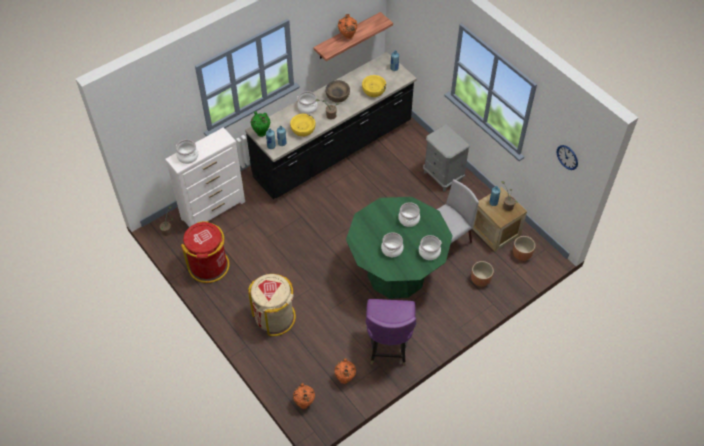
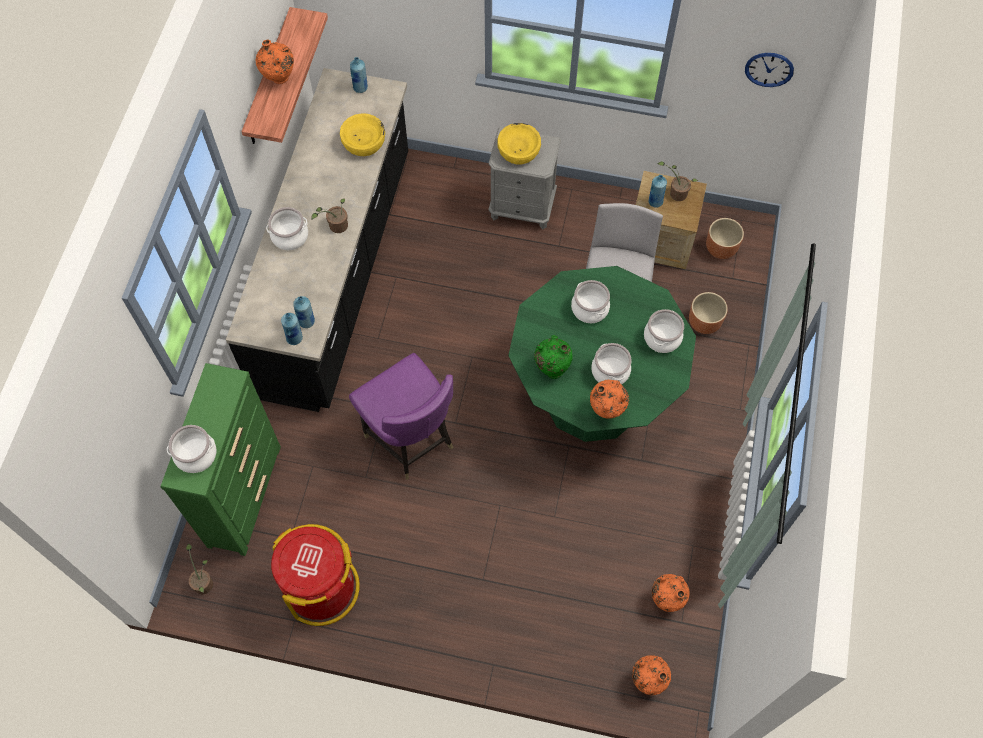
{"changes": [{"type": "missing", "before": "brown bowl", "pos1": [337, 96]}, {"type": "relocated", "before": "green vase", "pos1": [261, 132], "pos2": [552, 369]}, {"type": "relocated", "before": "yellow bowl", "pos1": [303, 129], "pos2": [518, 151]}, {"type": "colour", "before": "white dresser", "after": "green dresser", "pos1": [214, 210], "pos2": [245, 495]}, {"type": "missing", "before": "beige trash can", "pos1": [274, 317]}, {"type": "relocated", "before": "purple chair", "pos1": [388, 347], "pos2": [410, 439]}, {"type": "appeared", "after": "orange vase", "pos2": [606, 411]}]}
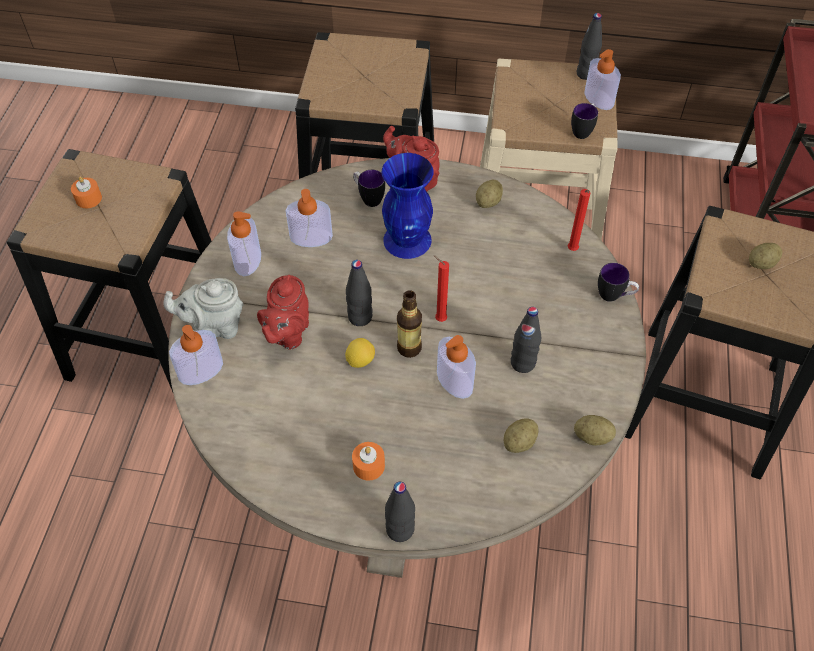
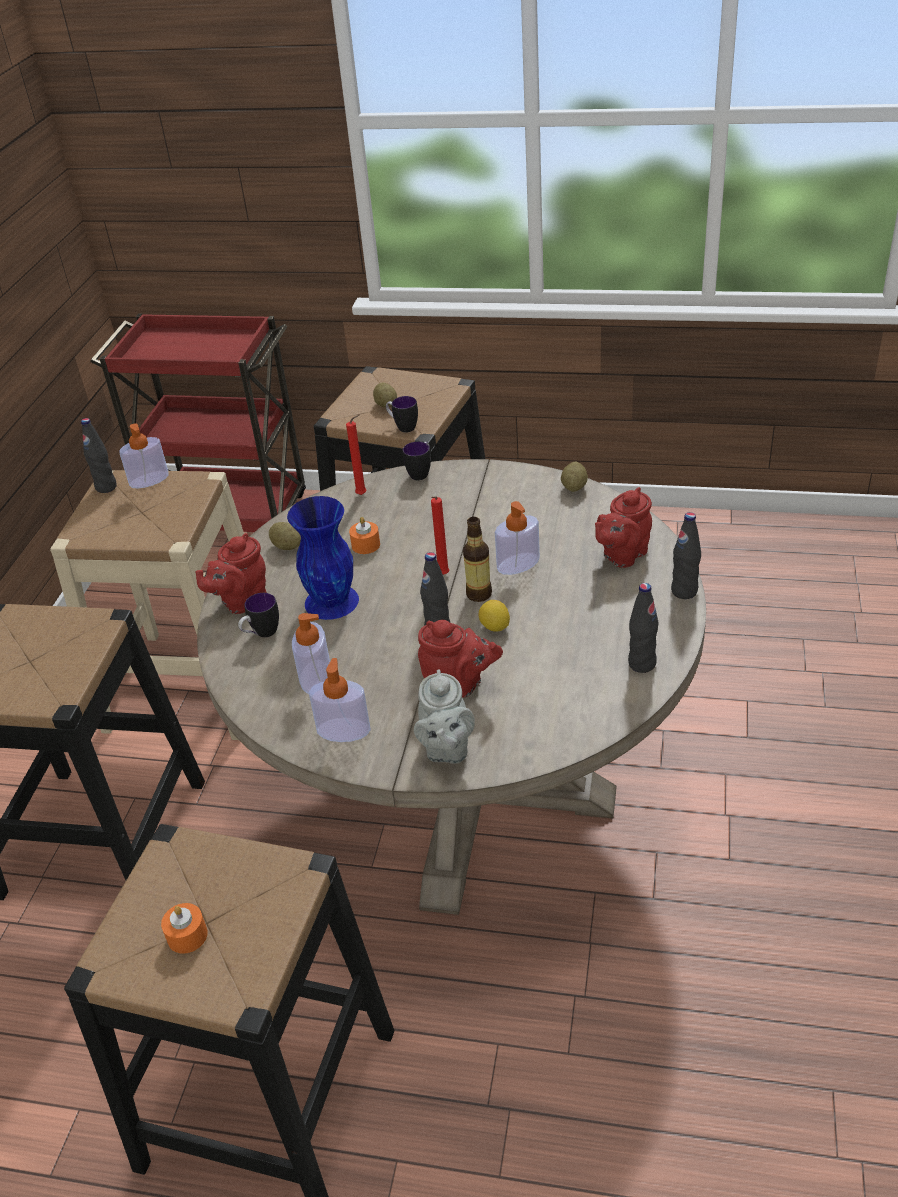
{"changes": [{"type": "relocated", "before": "mug", "pos1": [583, 130], "pos2": [402, 427]}, {"type": "relocated", "before": "black bottle", "pos1": [522, 363], "pos2": [642, 664]}, {"type": "missing", "before": "soap dispenser", "pos1": [201, 370]}, {"type": "missing", "before": "potato", "pos1": [519, 442]}, {"type": "relocated", "before": "orange candle", "pos1": [368, 466], "pos2": [366, 545]}, {"type": "appeared", "after": "red teapot", "pos2": [622, 555]}]}
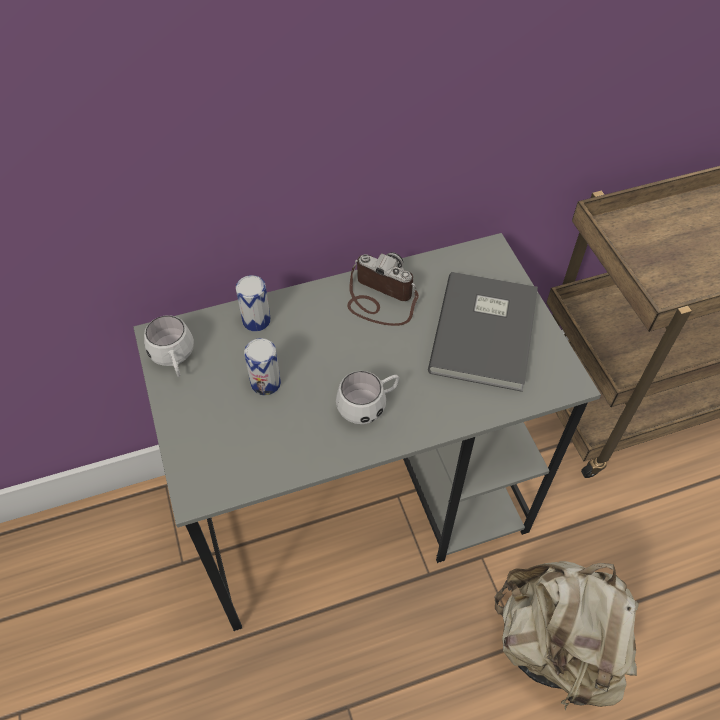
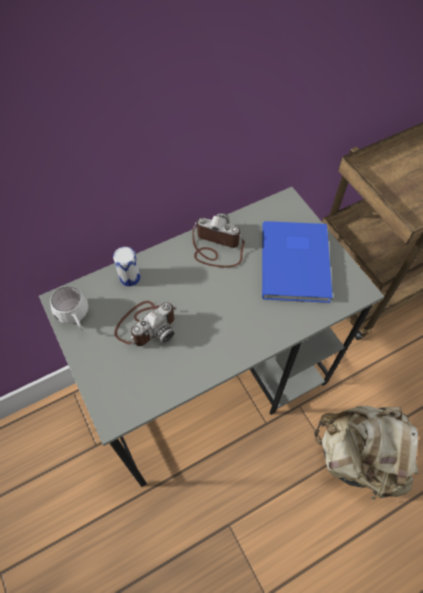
{"changes": [{"type": "colour", "before": "grey book", "after": "blue book", "pos1": [487, 332], "pos2": [297, 261]}, {"type": "exchanged", "before": "can", "after": "photo camera", "pos1": [265, 383], "pos2": [146, 324]}, {"type": "missing", "before": "white mug", "pos1": [369, 406]}]}
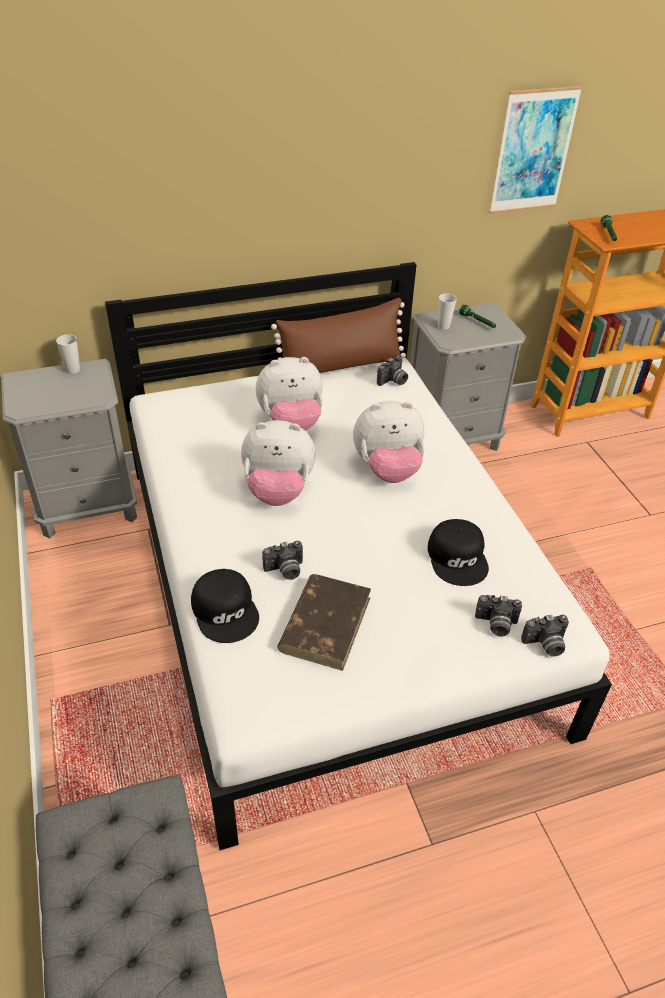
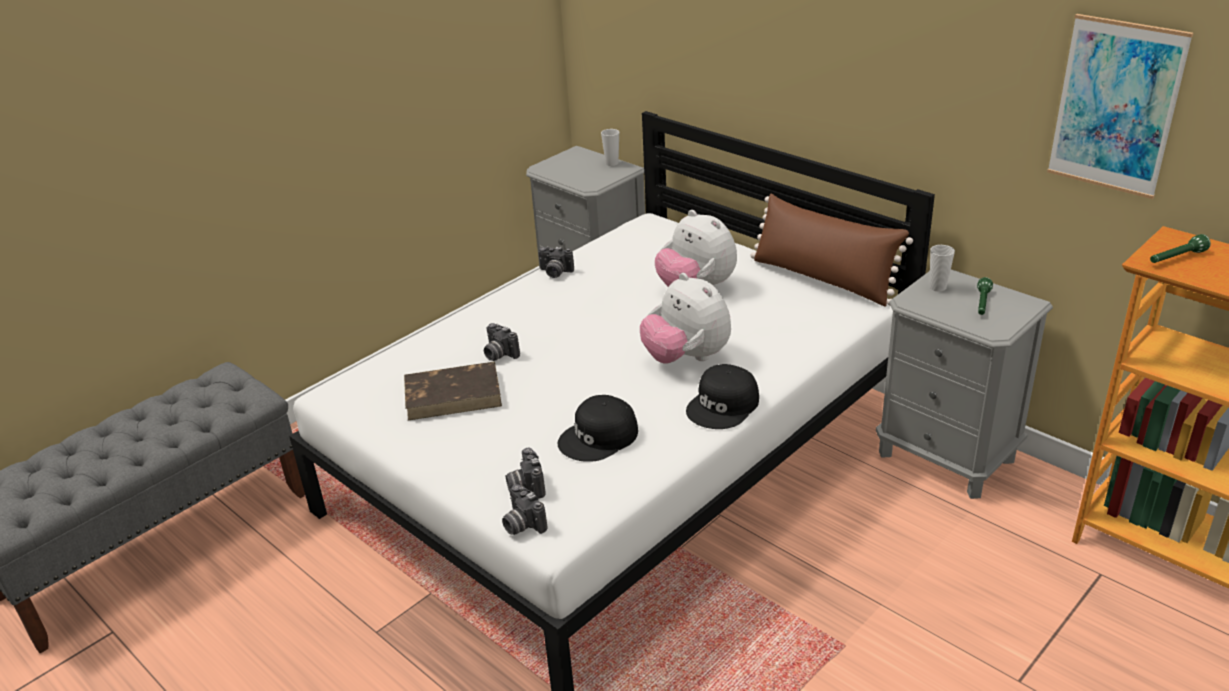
{"changes": [{"type": "relocated", "before": "photo camera", "pos1": [393, 381], "pos2": [555, 273]}, {"type": "missing", "before": "plush toy", "pos1": [278, 491]}, {"type": "relocated", "before": "black cap", "pos1": [226, 610], "pos2": [724, 406]}]}
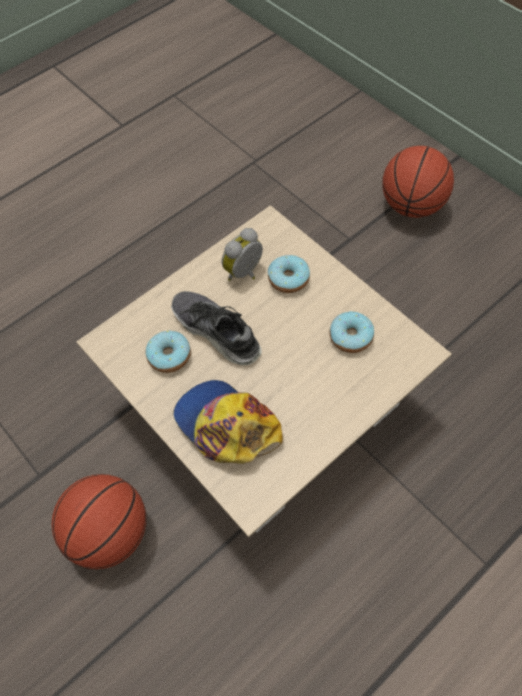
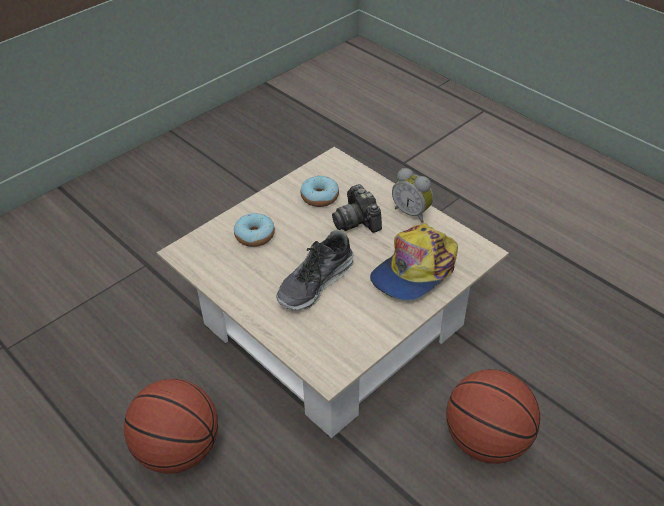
{"changes": [{"type": "relocated", "before": "basketball", "pos1": [412, 205], "pos2": [178, 450]}, {"type": "relocated", "before": "alarm clock", "pos1": [245, 273], "pos2": [412, 212]}, {"type": "missing", "before": "donut", "pos1": [169, 356]}, {"type": "appeared", "after": "photo camera", "pos2": [357, 220]}]}
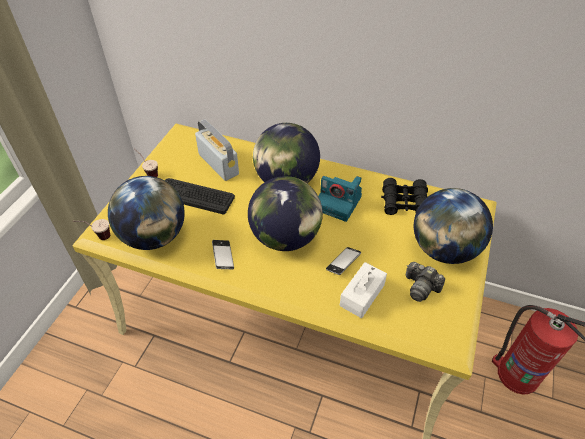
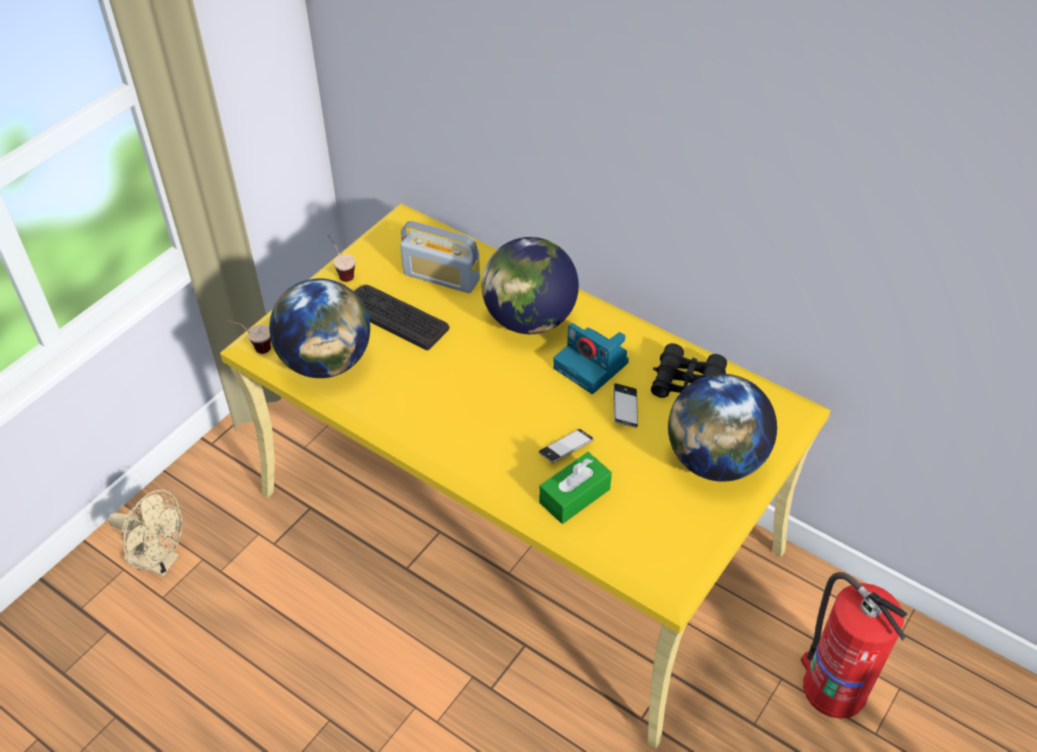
{"changes": [{"type": "spun", "before": "radio", "pos1": [218, 164], "pos2": [441, 277], "turn": 135}, {"type": "missing", "before": "globe", "pos1": [286, 237]}, {"type": "relocated", "before": "phone", "pos1": [223, 256], "pos2": [625, 408]}, {"type": "colour", "before": "white tissue box", "after": "green tissue box", "pos1": [362, 295], "pos2": [574, 496]}, {"type": "missing", "before": "photo camera", "pos1": [421, 287]}, {"type": "appeared", "after": "beige fan", "pos2": [159, 561]}]}
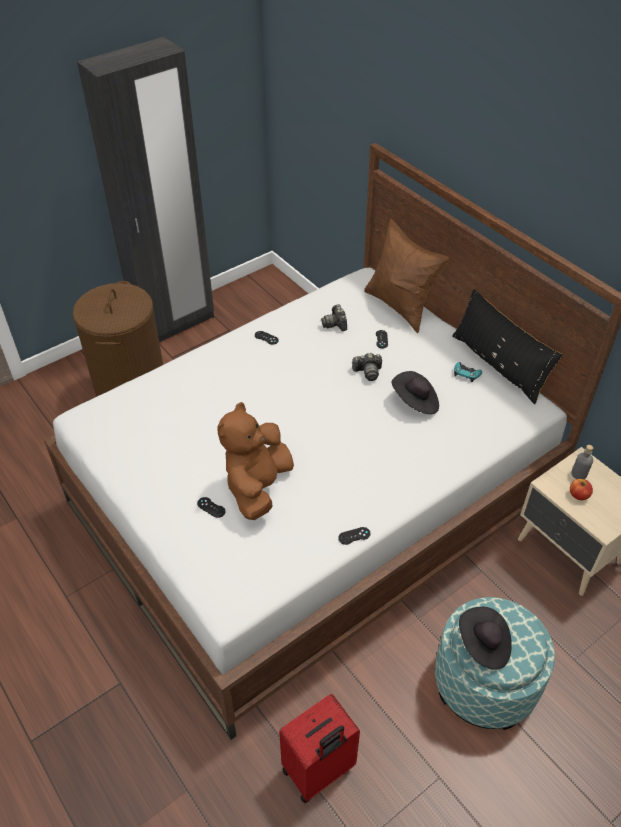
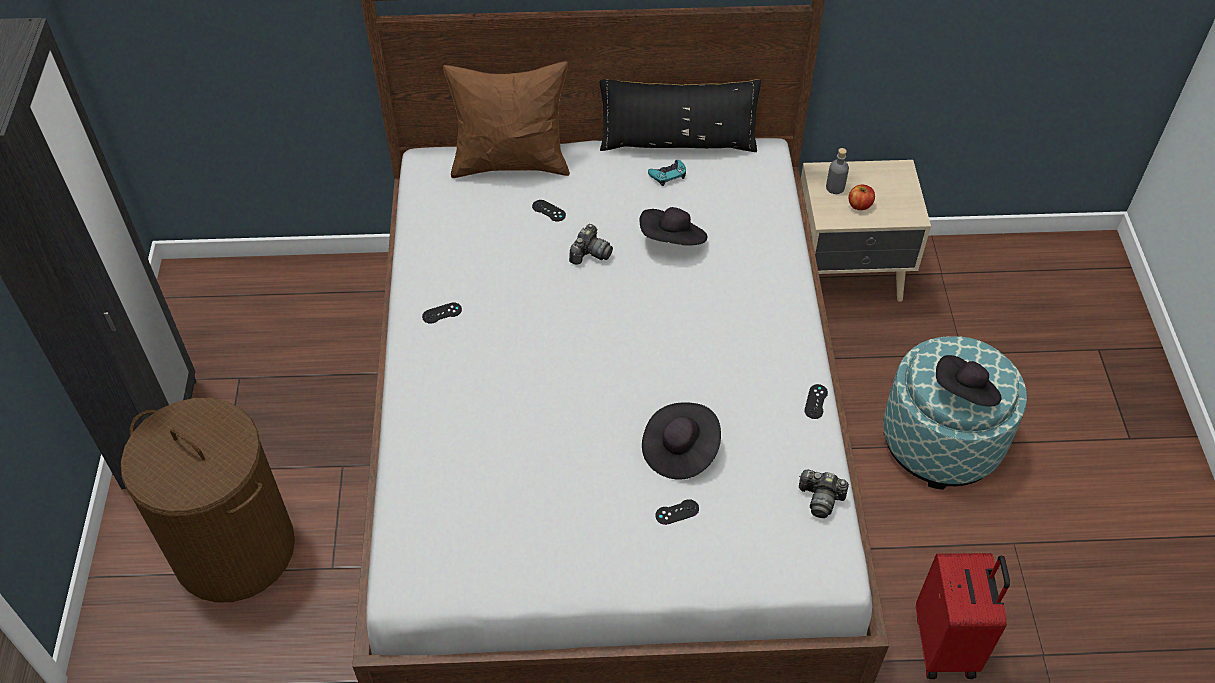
{"changes": [{"type": "relocated", "before": "photo camera", "pos1": [335, 324], "pos2": [820, 499]}, {"type": "exchanged", "before": "brown plush toy", "after": "black hat", "pos1": [258, 486], "pos2": [680, 450]}]}
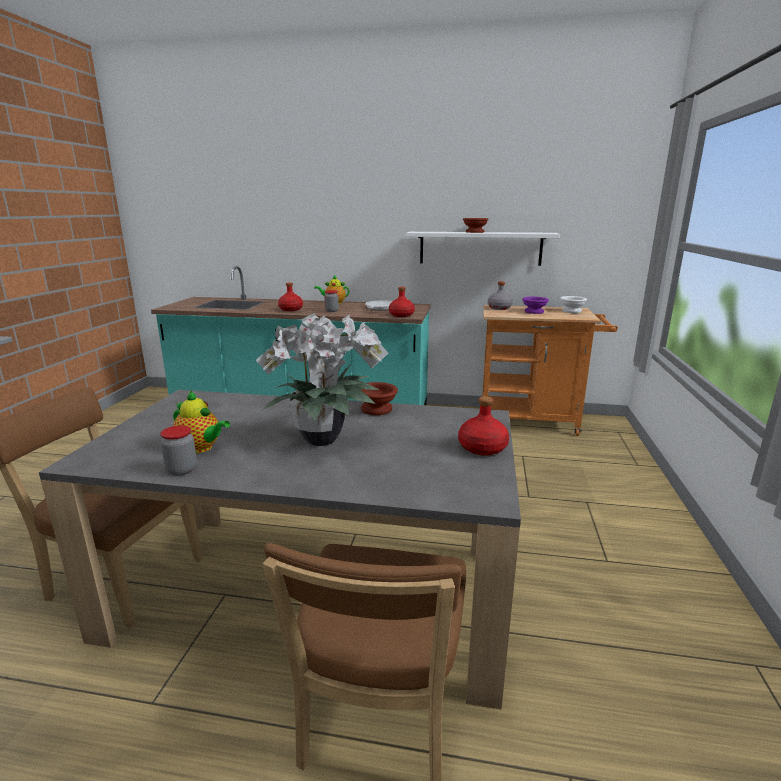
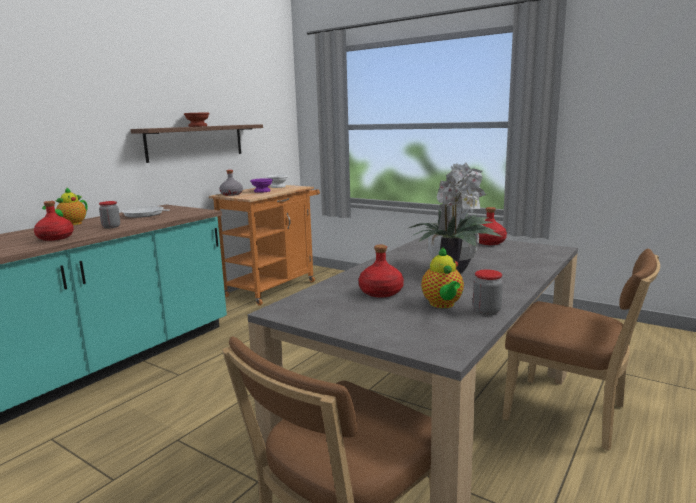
{"changes": [{"type": "colour", "before": "white shelf", "after": "brown shelf", "pos1": [480, 248], "pos2": [196, 142]}, {"type": "relocated", "before": "red bottle", "pos1": [401, 315], "pos2": [381, 292]}, {"type": "missing", "before": "brown bowl", "pos1": [375, 409]}, {"type": "spun", "before": "teapot", "pos1": [201, 448], "pos2": [442, 305], "turn": 120}]}
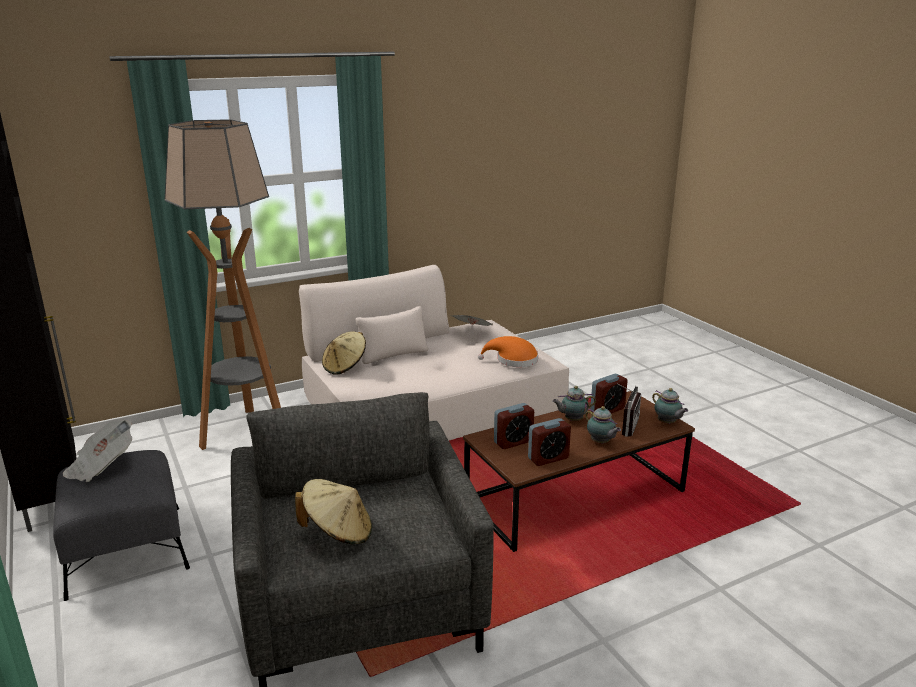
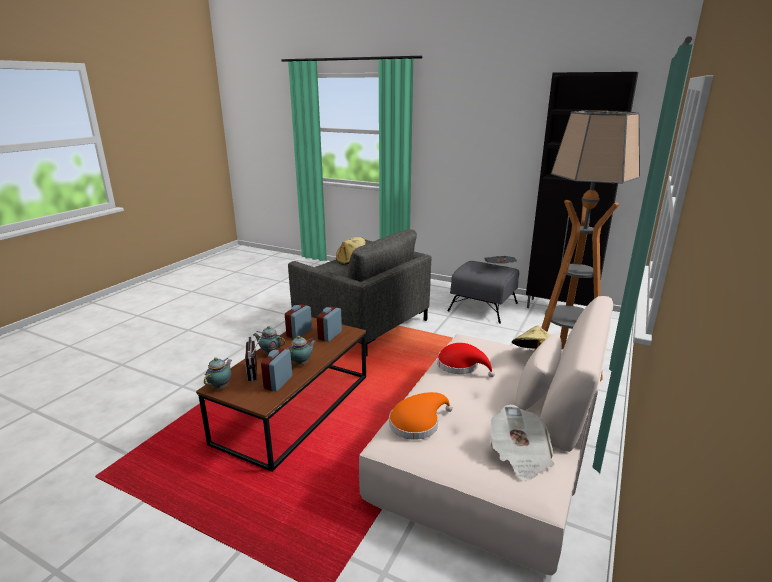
{"changes": [{"type": "spun", "before": "teapot", "pos1": [667, 423], "pos2": [221, 387], "turn": 90}, {"type": "appeared", "after": "red hat", "pos2": [461, 366]}]}
